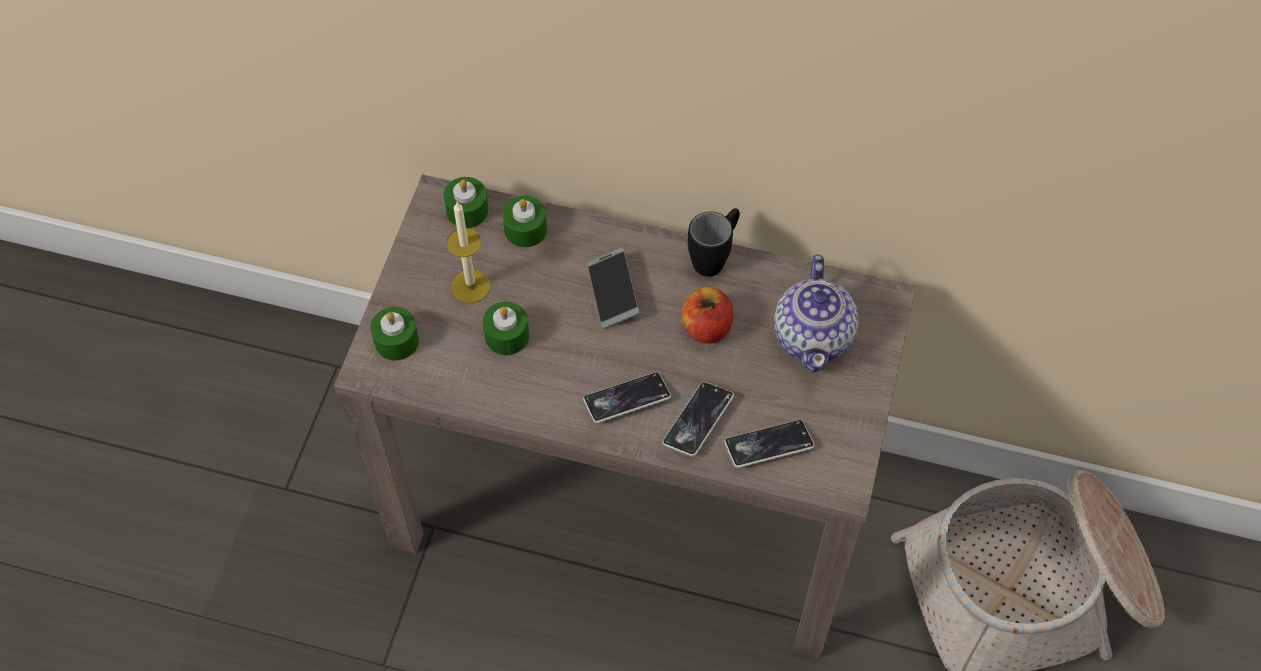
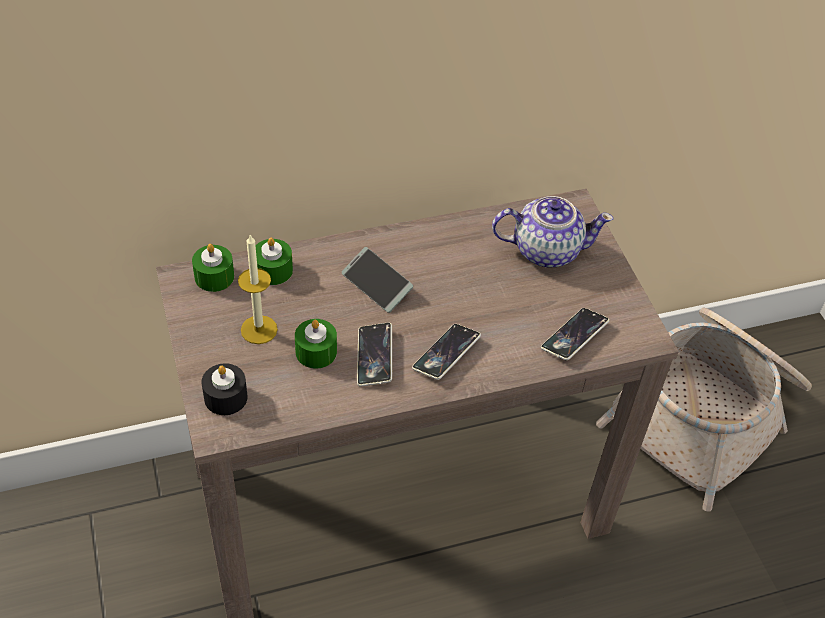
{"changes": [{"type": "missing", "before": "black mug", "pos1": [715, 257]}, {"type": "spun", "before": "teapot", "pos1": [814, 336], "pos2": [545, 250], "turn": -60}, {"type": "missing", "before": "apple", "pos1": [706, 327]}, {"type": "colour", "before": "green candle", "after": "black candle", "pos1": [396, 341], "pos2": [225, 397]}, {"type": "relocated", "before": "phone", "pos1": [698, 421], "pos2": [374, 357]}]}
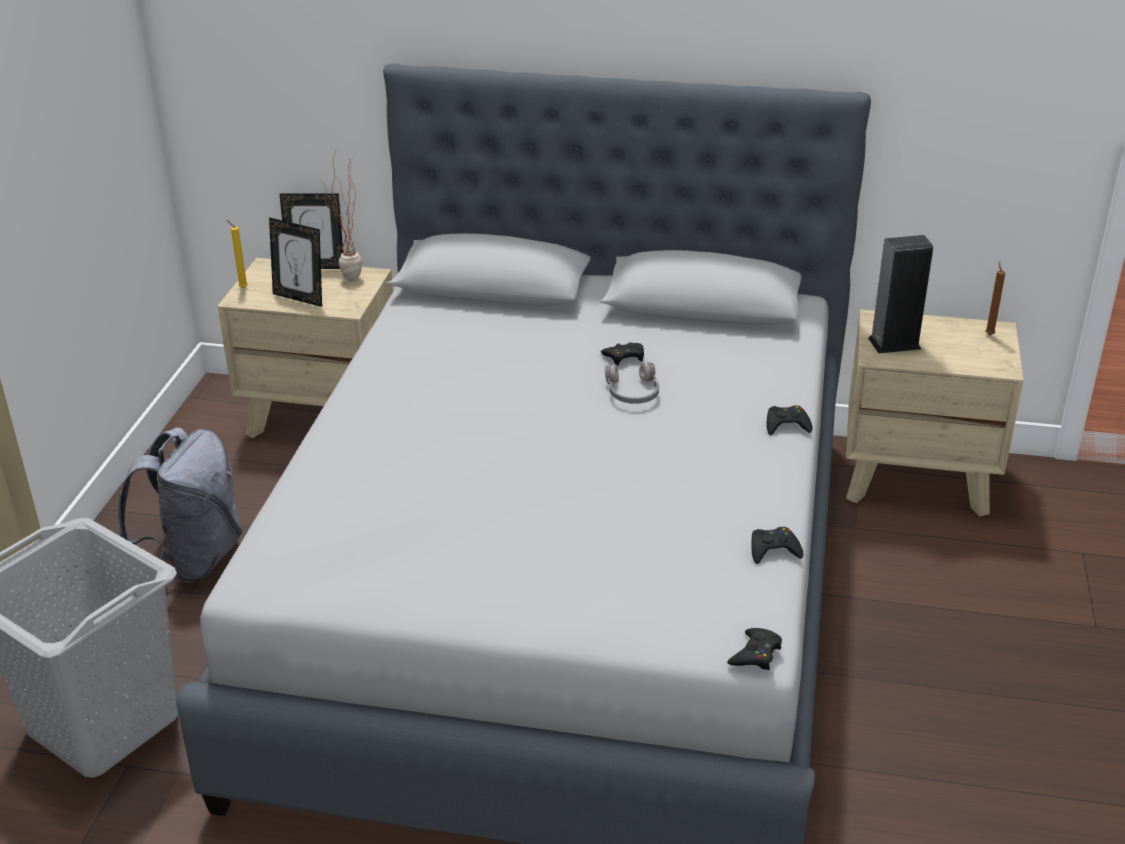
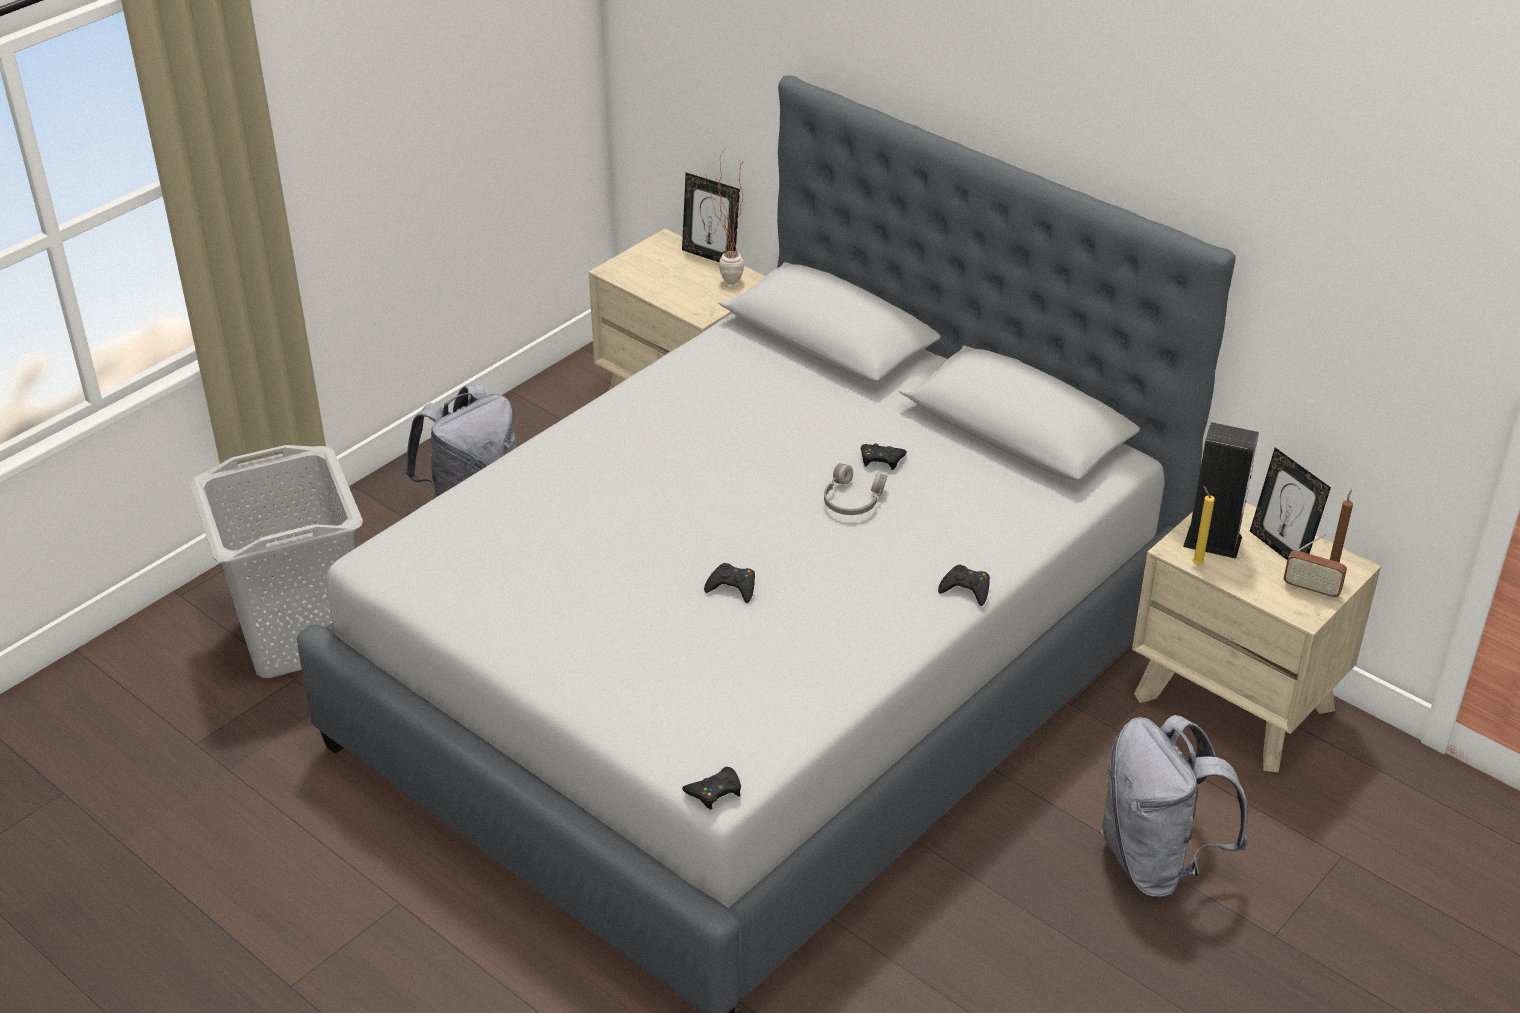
{"changes": [{"type": "relocated", "before": "picture frame", "pos1": [300, 298], "pos2": [1280, 549]}, {"type": "relocated", "before": "yellow candle", "pos1": [242, 288], "pos2": [1196, 564]}, {"type": "relocated", "before": "black game controller", "pos1": [773, 550], "pos2": [732, 587]}, {"type": "appeared", "after": "radio", "pos2": [1311, 589]}, {"type": "appeared", "after": "grey backpack", "pos2": [1157, 862]}]}
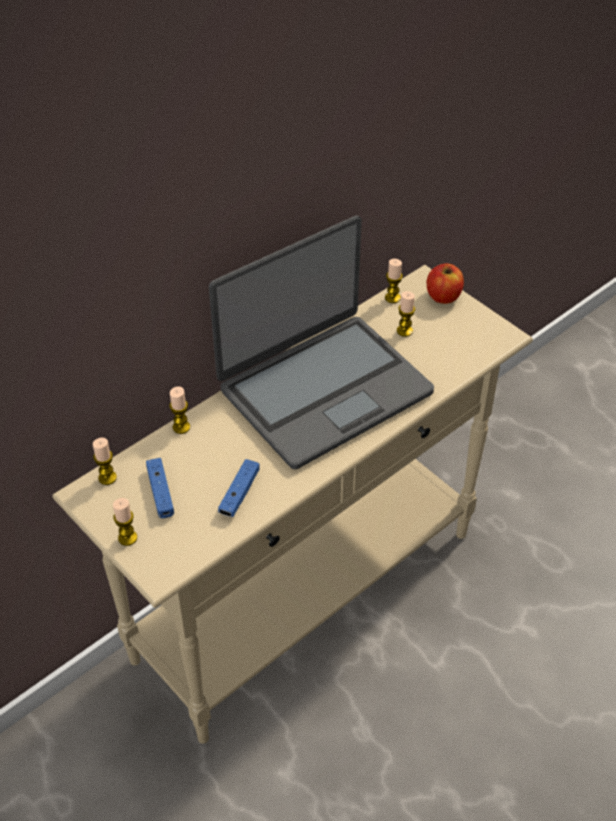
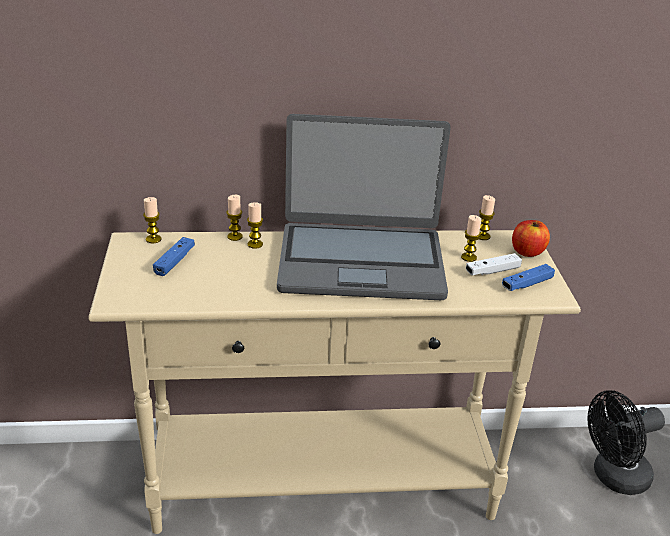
{"changes": [{"type": "relocated", "before": "blue game controller", "pos1": [239, 493], "pos2": [527, 284]}, {"type": "relocated", "before": "candle", "pos1": [127, 538], "pos2": [255, 244]}, {"type": "appeared", "after": "white game controller", "pos2": [492, 271]}, {"type": "appeared", "after": "black fan", "pos2": [613, 477]}]}
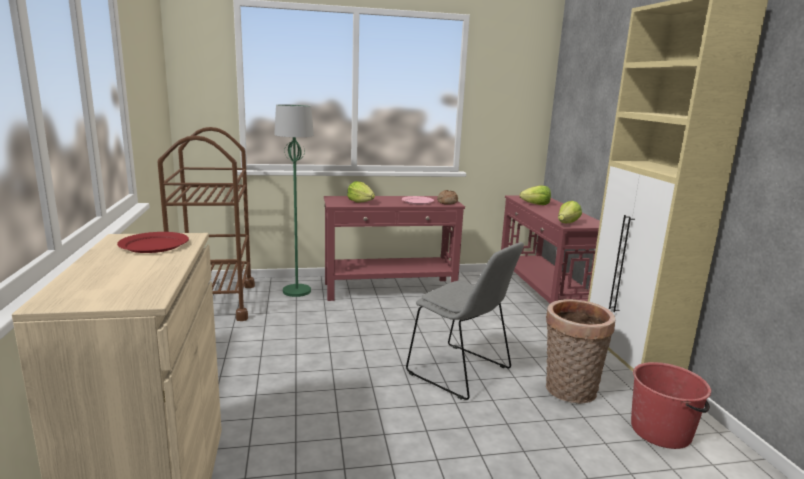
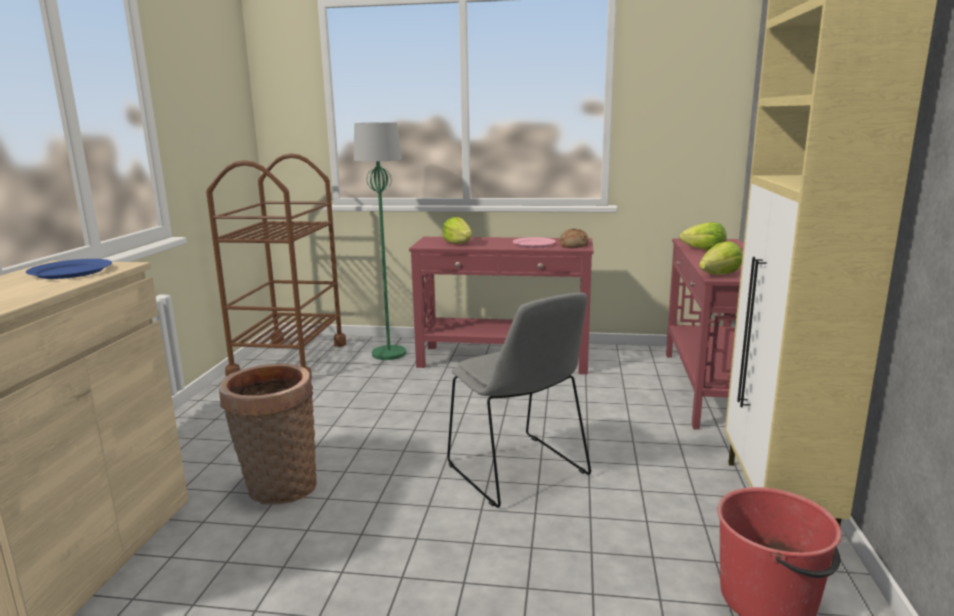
{"changes": [{"type": "colour", "before": "red plate", "after": "blue plate", "pos1": [154, 245], "pos2": [70, 272]}, {"type": "relocated", "before": "basket", "pos1": [569, 392], "pos2": [278, 489]}]}
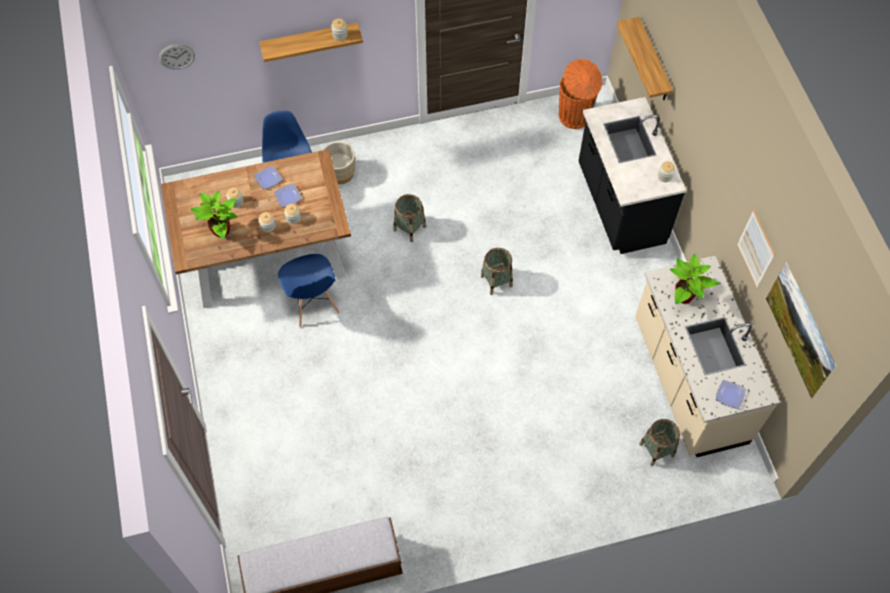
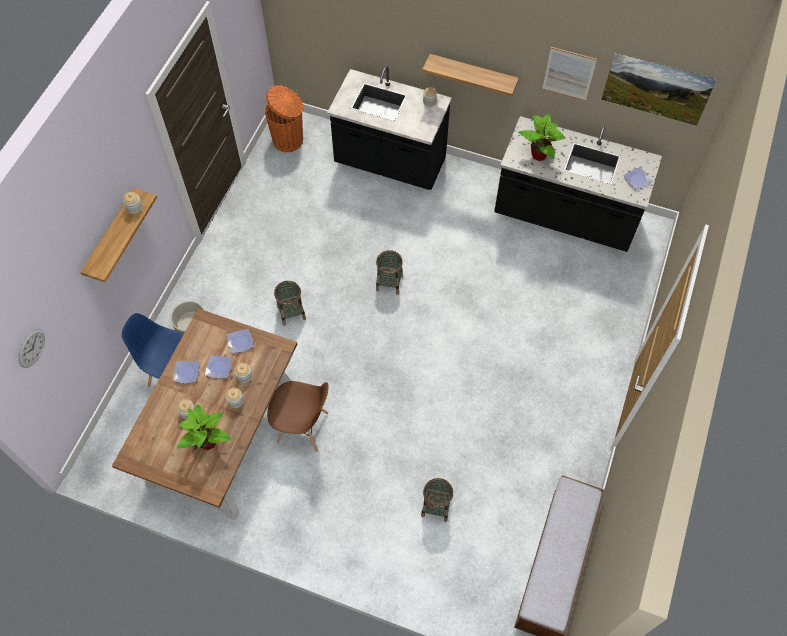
{"changes": [{"type": "relocated", "before": "shelf", "pos1": [653, 62], "pos2": [473, 74]}, {"type": "colour", "before": "blue chair", "after": "brown chair", "pos1": [313, 304], "pos2": [303, 428]}, {"type": "colour", "before": "beige counter", "after": "black counter", "pos1": [688, 381], "pos2": [565, 217]}, {"type": "relocated", "before": "basket", "pos1": [656, 449], "pos2": [436, 506]}, {"type": "appeared", "after": "plate", "pos2": [240, 341]}]}
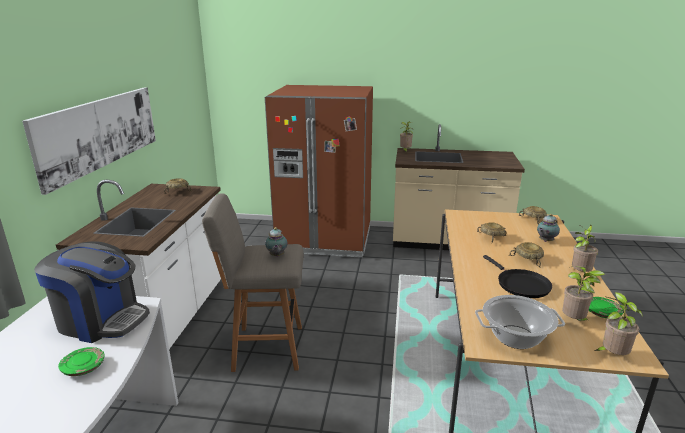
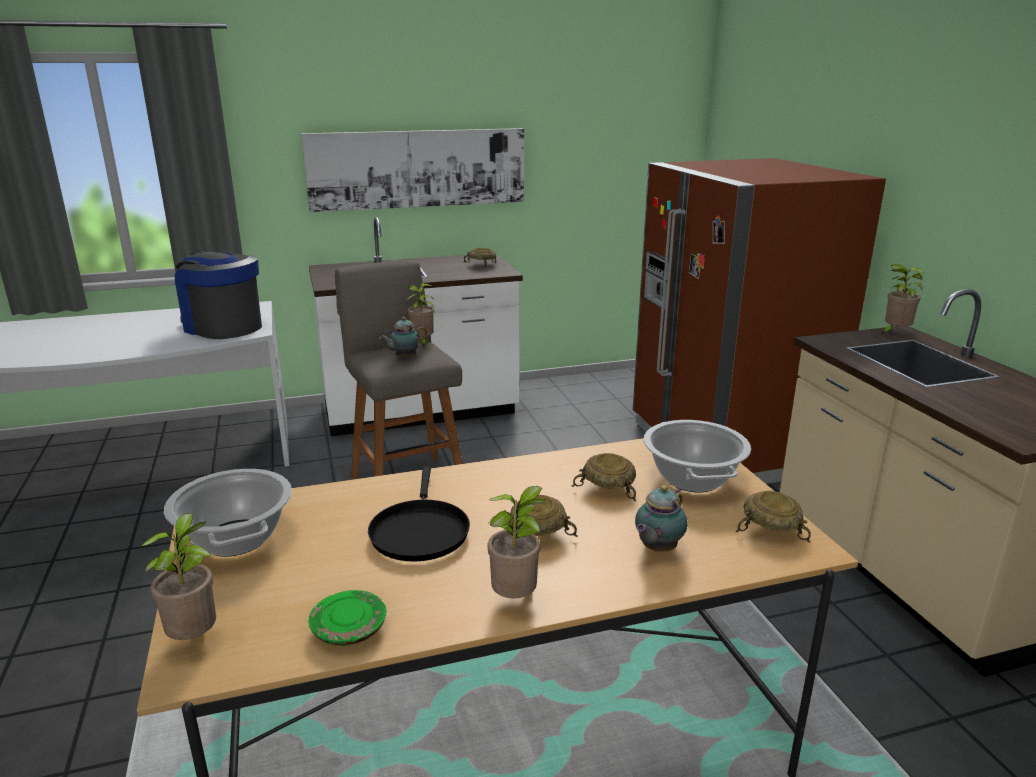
{"changes": [{"type": "spun", "before": "teapot", "pos1": [545, 241], "pos2": [657, 549], "turn": -75}, {"type": "spun", "before": "coffee machine", "pos1": [101, 320], "pos2": [223, 327], "turn": 135}, {"type": "spun", "before": "black frying pan", "pos1": [520, 285], "pos2": [419, 531], "turn": -45}, {"type": "relocated", "before": "potted plant", "pos1": [574, 321], "pos2": [422, 342]}, {"type": "missing", "before": "green plate", "pos1": [83, 367]}, {"type": "appeared", "after": "cooking pot", "pos2": [693, 479]}]}
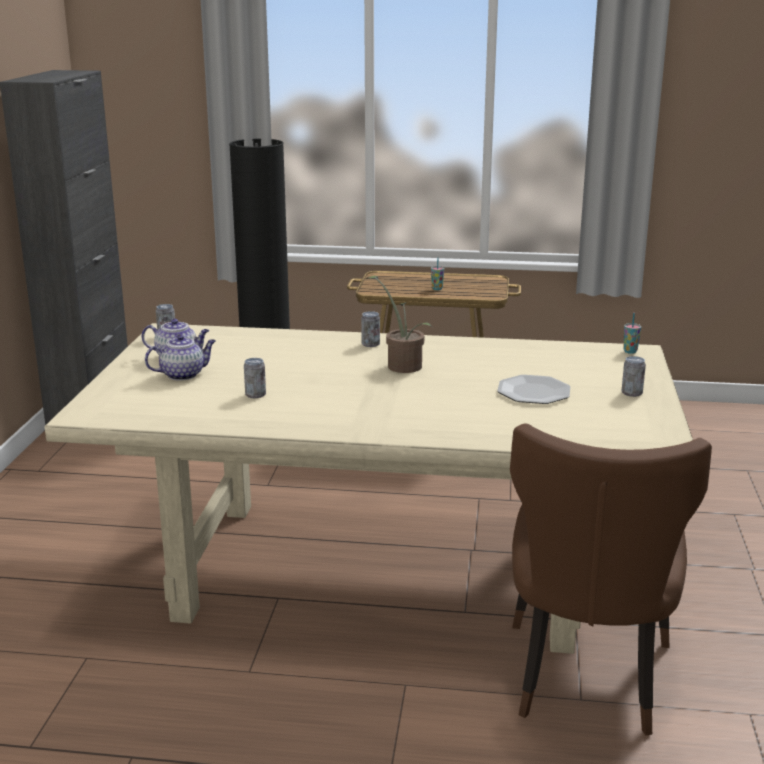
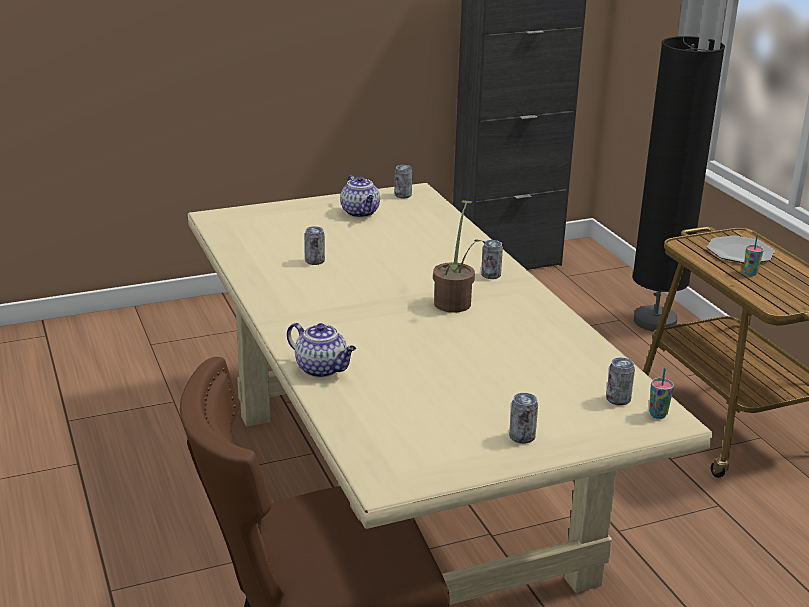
{"changes": [{"type": "relocated", "before": "teapot", "pos1": [183, 375], "pos2": [322, 369]}, {"type": "relocated", "before": "plate", "pos1": [533, 392], "pos2": [740, 252]}, {"type": "appeared", "after": "can", "pos2": [618, 399]}]}
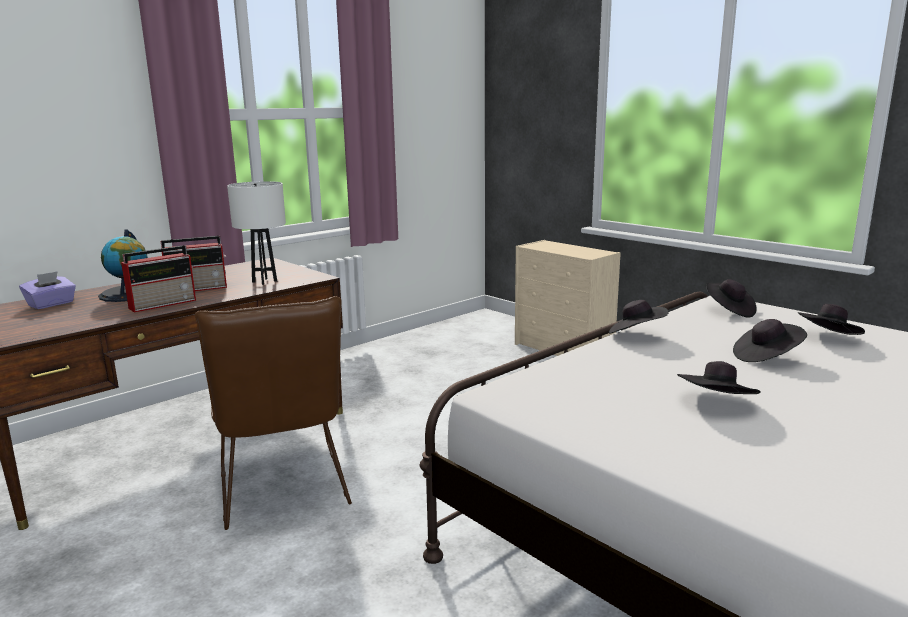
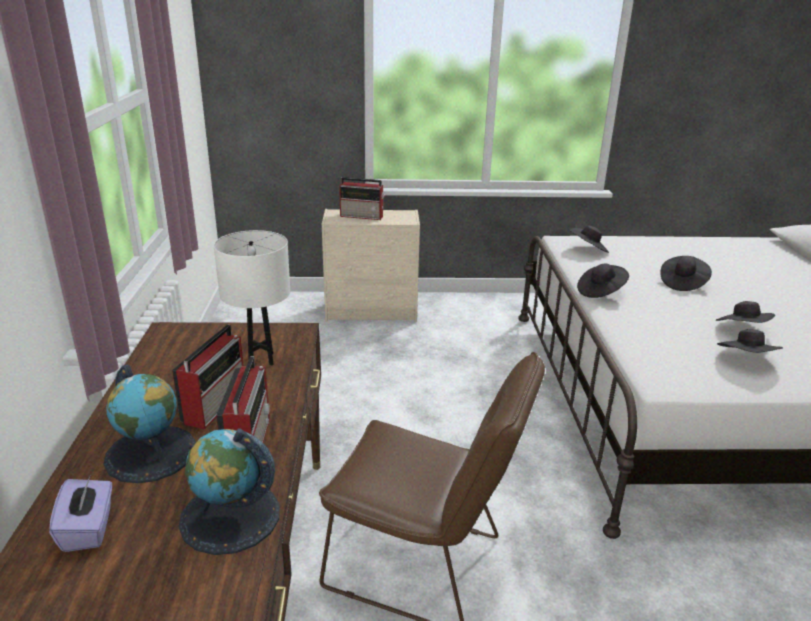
{"changes": [{"type": "relocated", "before": "black hat", "pos1": [828, 338], "pos2": [746, 360]}, {"type": "appeared", "after": "radio", "pos2": [363, 216]}, {"type": "appeared", "after": "globe", "pos2": [230, 517]}]}
